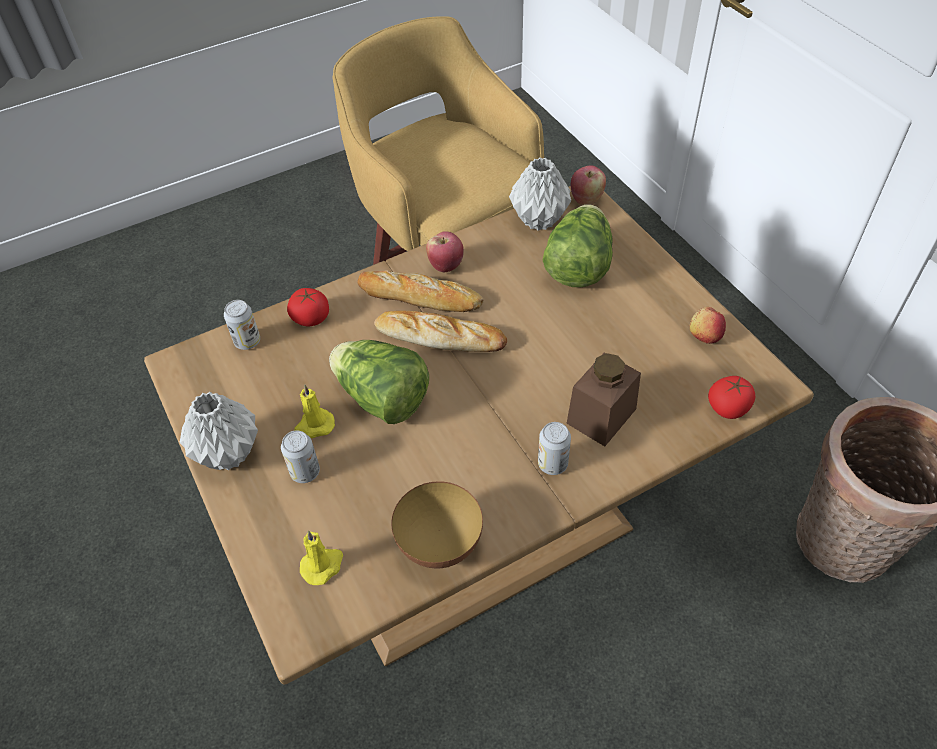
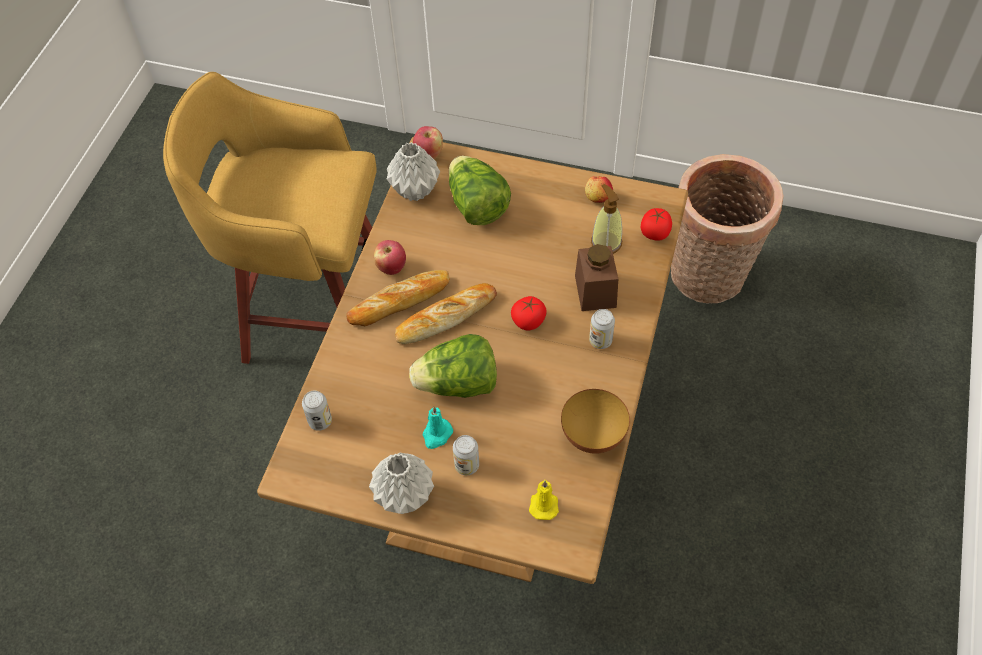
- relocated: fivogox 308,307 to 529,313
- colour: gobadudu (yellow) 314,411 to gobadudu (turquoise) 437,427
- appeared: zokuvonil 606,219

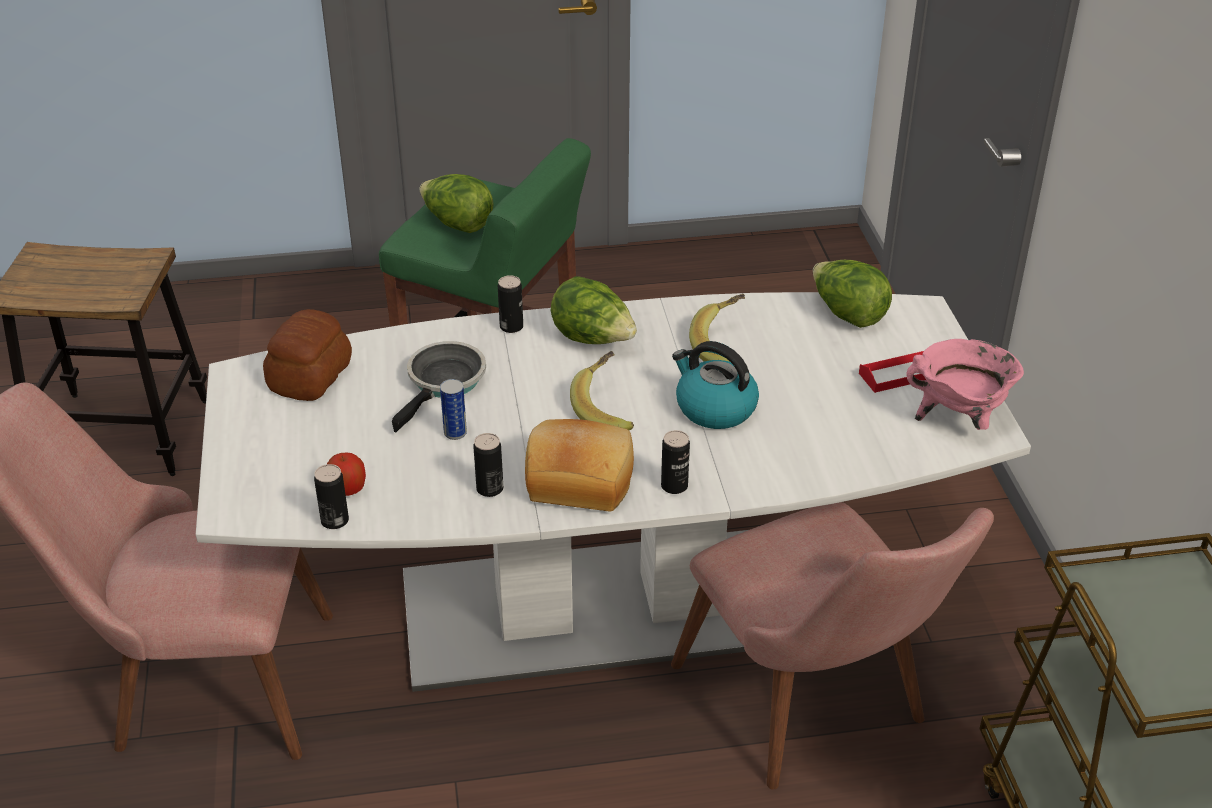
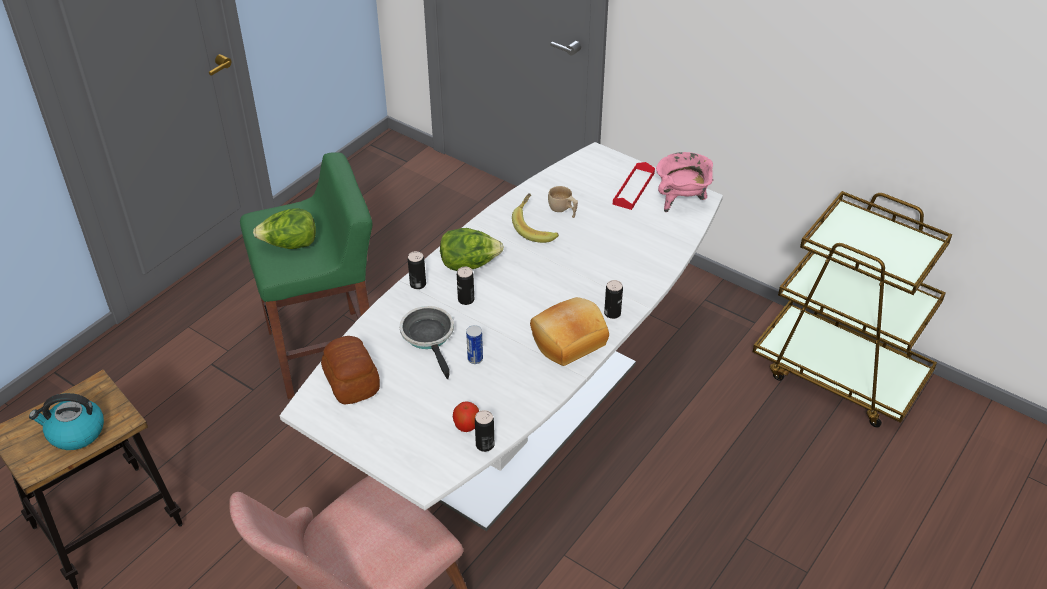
- missing: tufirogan 852,294
- relocated: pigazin 715,385 to 66,421
- missing: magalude 602,390
- relocated: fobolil 488,465 to 465,286
- missing: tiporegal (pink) 832,646
- appeared: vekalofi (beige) 563,202

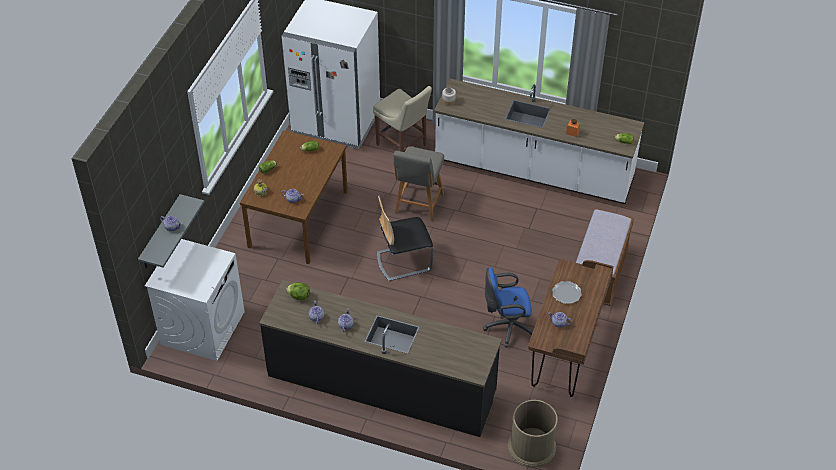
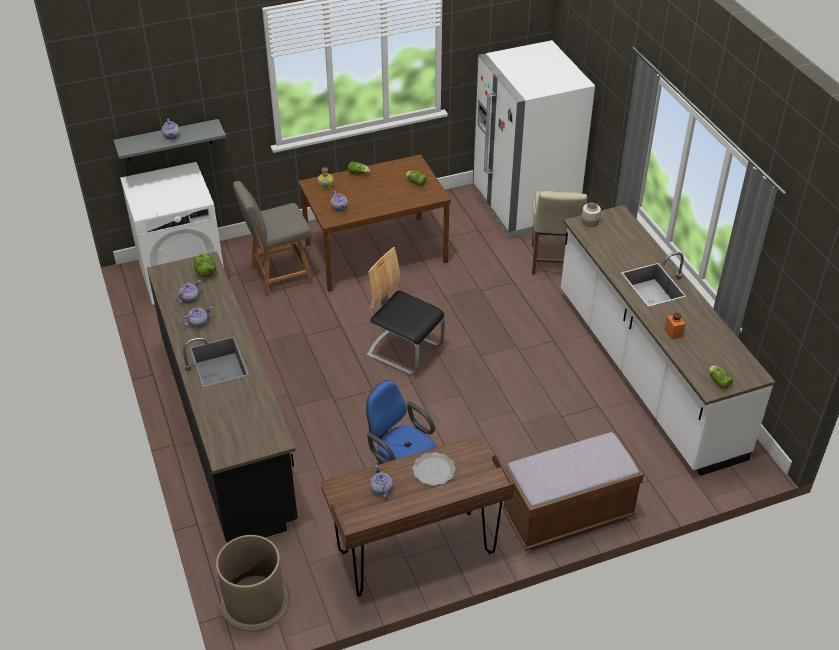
- relocated: tiporegal (grey) 418,183 to 273,238

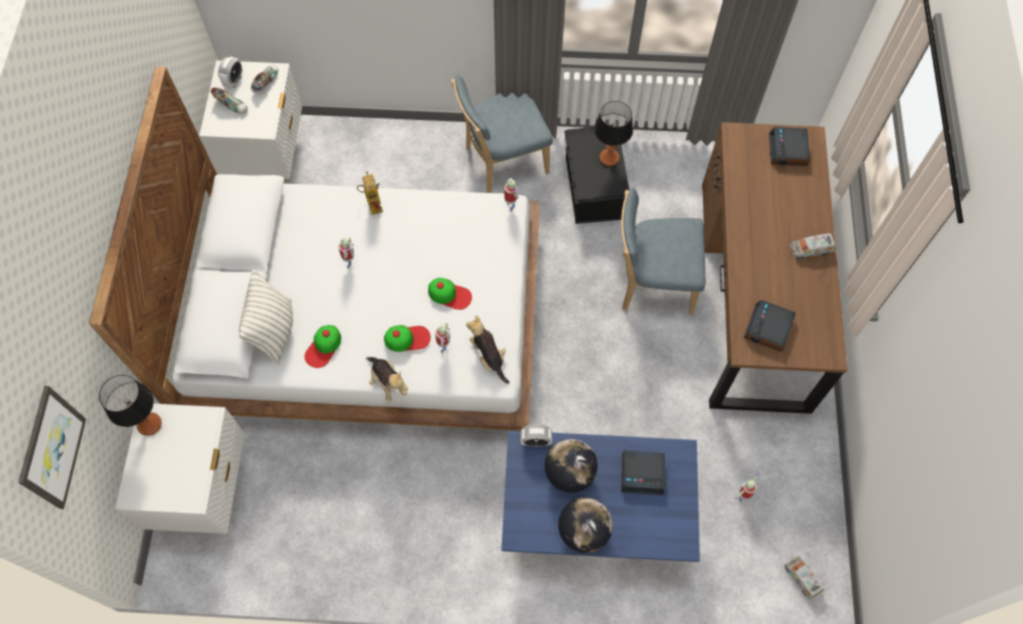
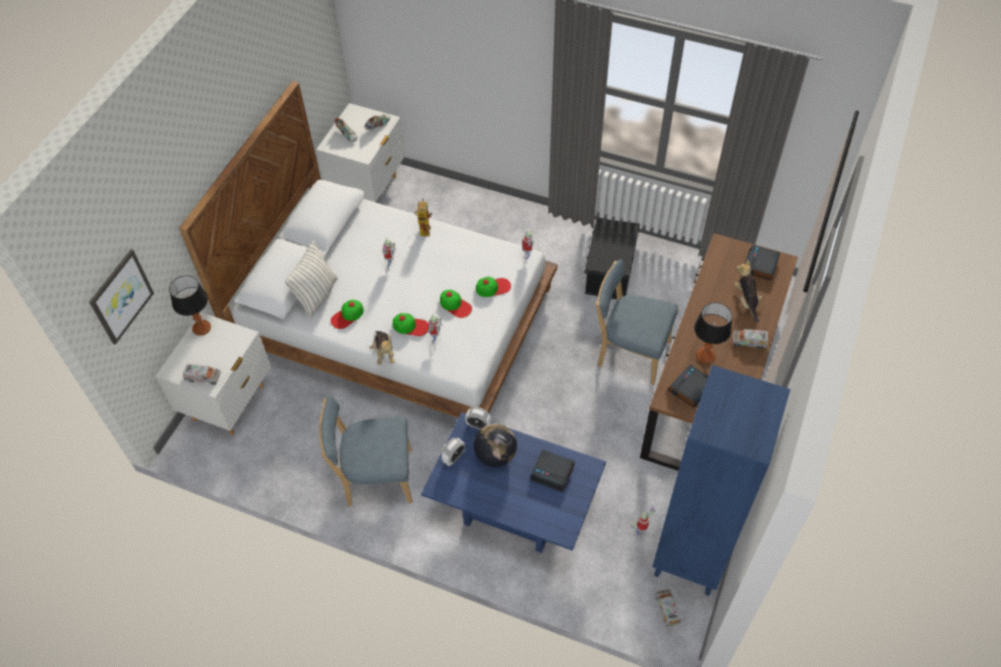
- relocated: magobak 230,72 to 453,452
- relocated: tiporegal (blue) 502,133 to 365,451
- relocated: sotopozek 613,133 to 713,333
- relocated: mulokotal 487,349 to 748,291
- missing: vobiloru 585,525
- appeared: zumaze 493,287
- appeared: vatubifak 201,374
- appeared: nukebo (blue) 721,480

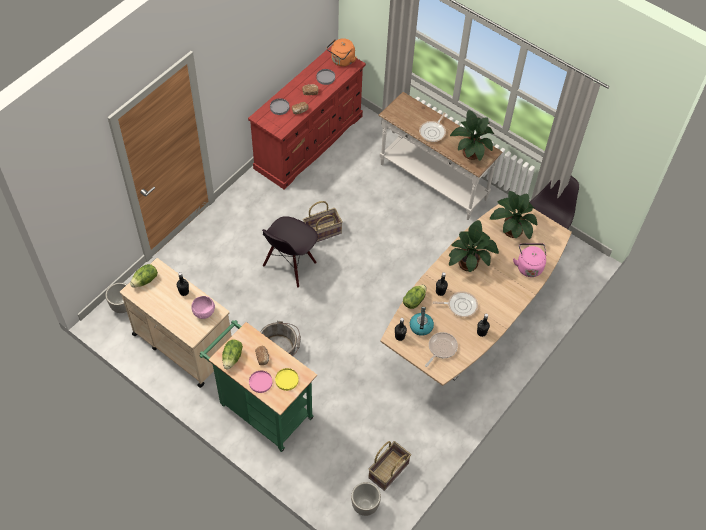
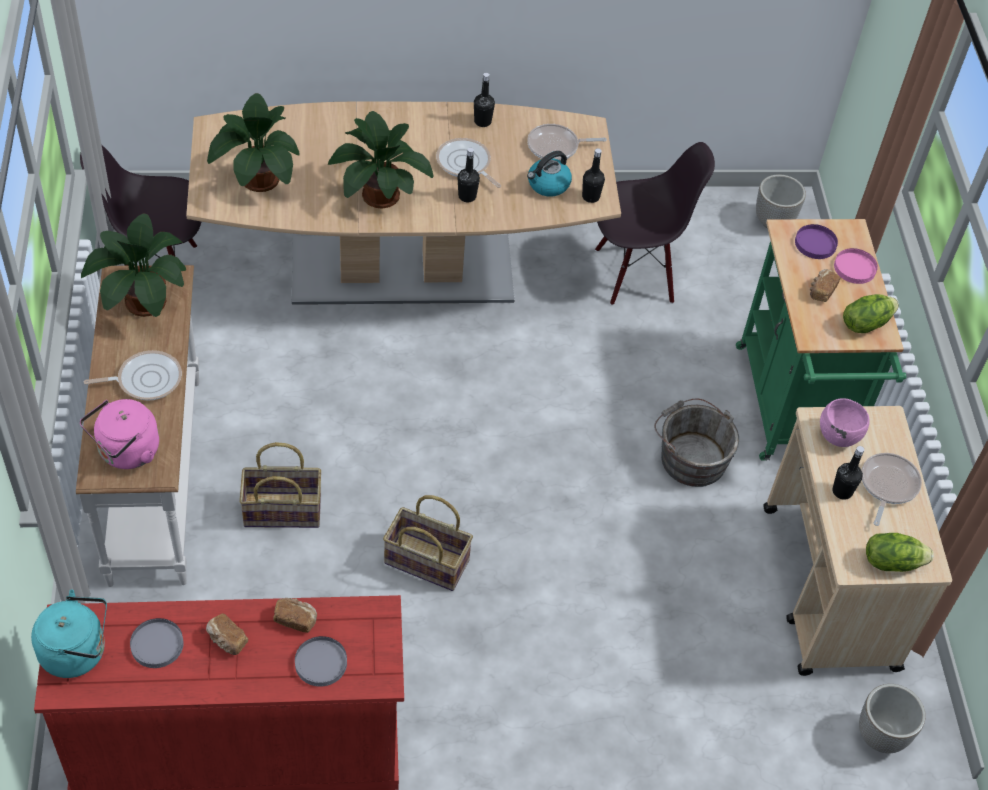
- colour: pigazin (orange) 341,52 to pigazin (turquoise) 69,633
- relocated: tiporegal (black) 290,252 to 655,223
- relocated: pigazin (pink) 529,260 to 119,434
- missing: tufirogan 414,297
- colour: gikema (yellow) 287,379 to gikema (purple) 816,241
- relocated: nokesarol 389,466 to 280,485
- appeared: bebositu 891,489

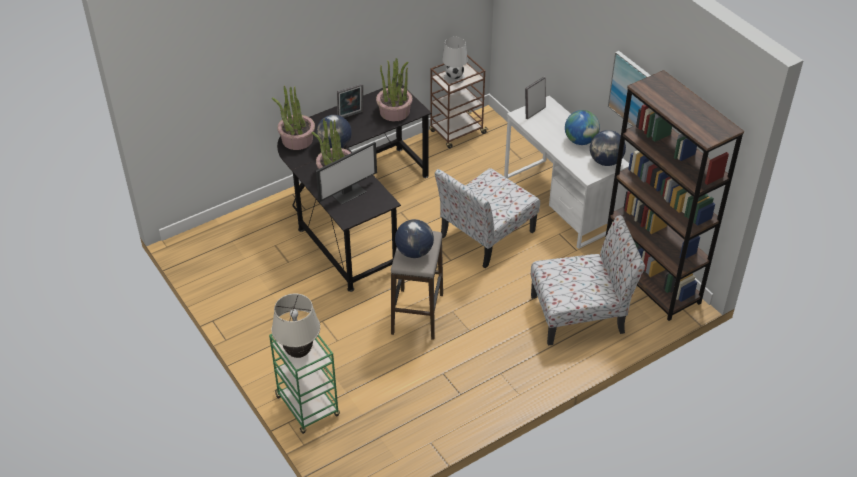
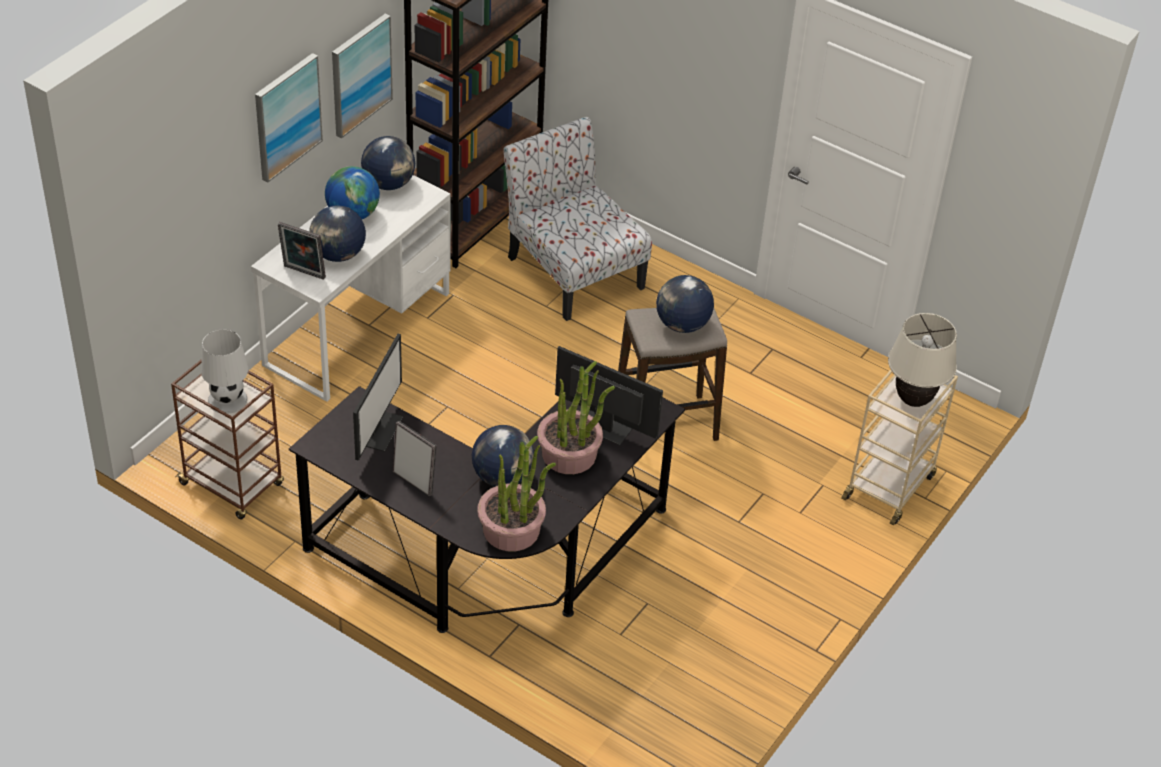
- exchanged: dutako 394,89 to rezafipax 378,397
- missing: tiporegal 487,218
- colour: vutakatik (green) 304,384 to vutakatik (beige) 899,447
- appeared: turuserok 289,118
- appeared: vobiloru 337,233

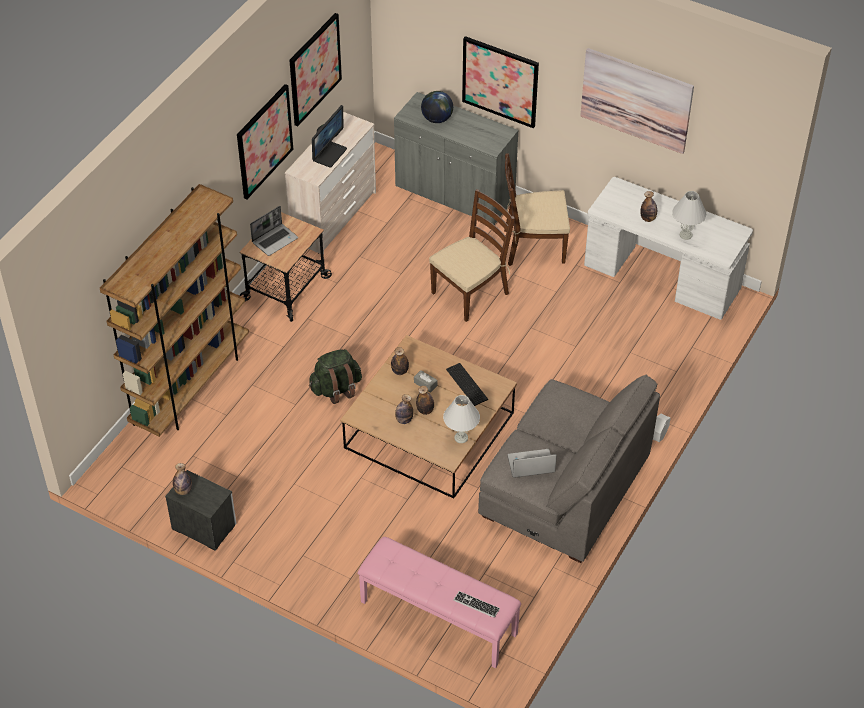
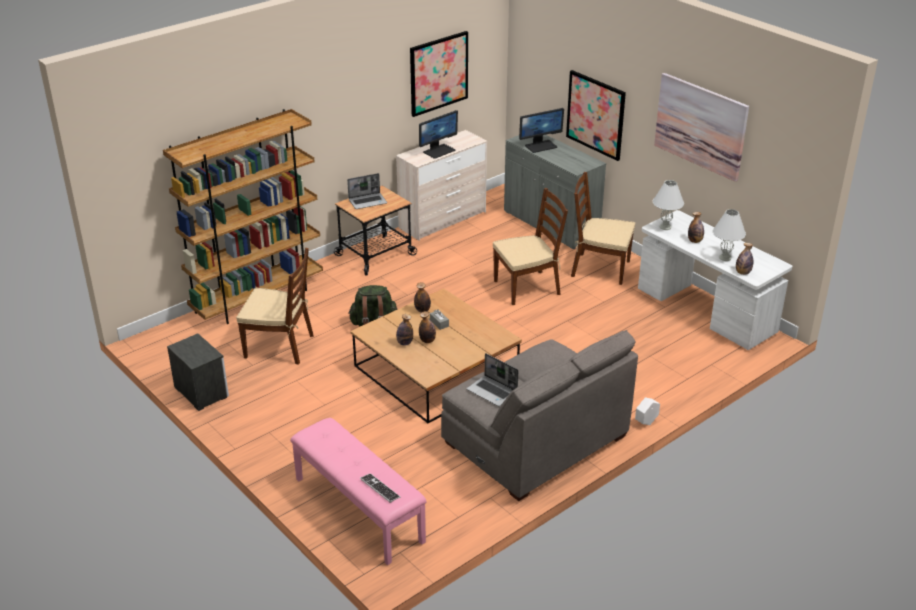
- missing: turuserok 265,141
- exchanged: vobiloru 437,107 to rezafipax 541,130
- missing: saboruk 467,384
- relocated: sotopozek (white) 461,419 to 668,205
- spun: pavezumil 532,463 = 492,379 150 degrees counterclockwise
- relocated: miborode 182,479 to 744,259
- appeared: tiporegal (brown) 275,306

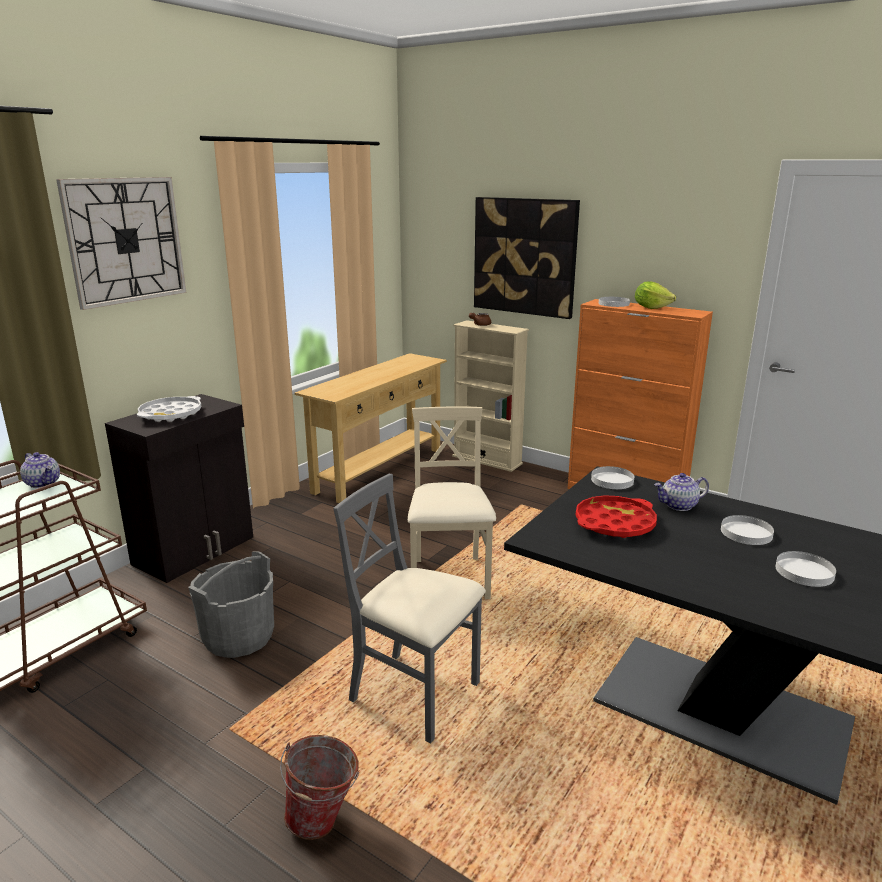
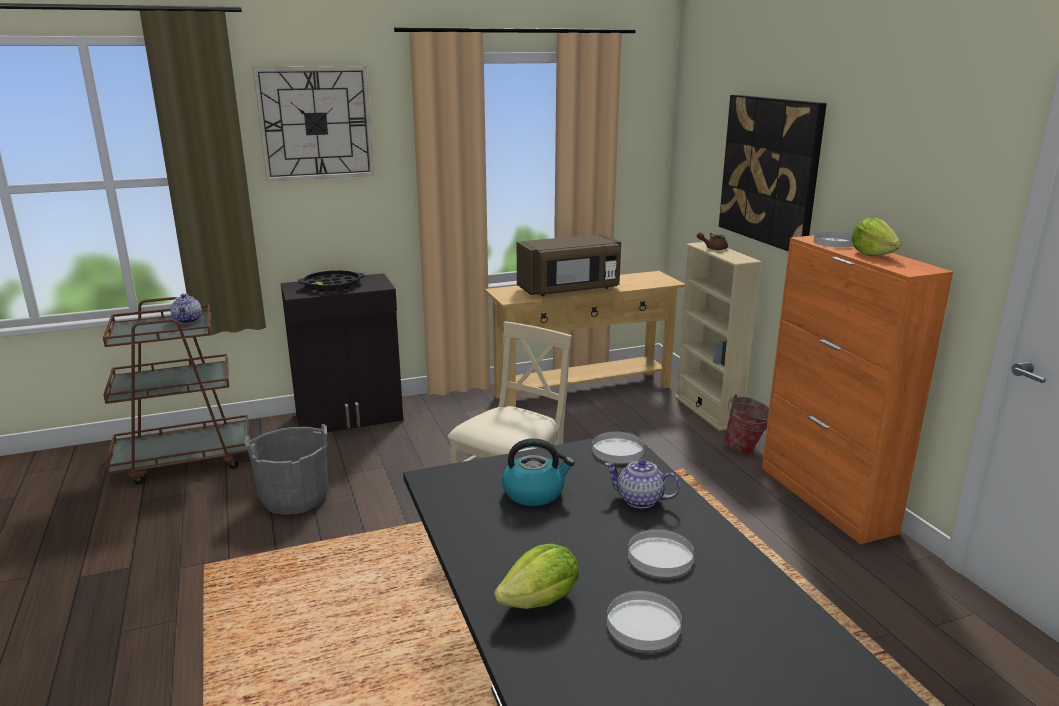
- colour: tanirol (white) 169,409 to tanirol (black) 331,281
- missing: tiporegal (grey) 409,608
- exchanged: tanirol (red) 616,516 to pigazin 538,472
- relocated: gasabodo 320,787 to 746,423
- appeared: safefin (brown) 569,265
- appeared: tufirogan 536,576

